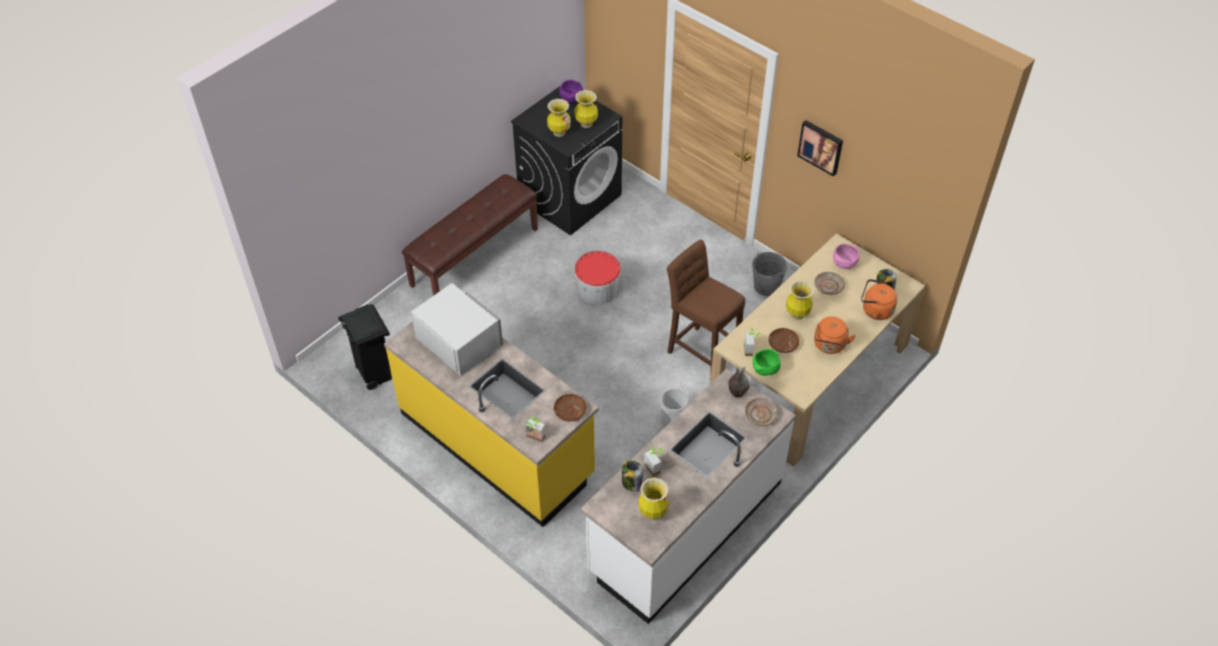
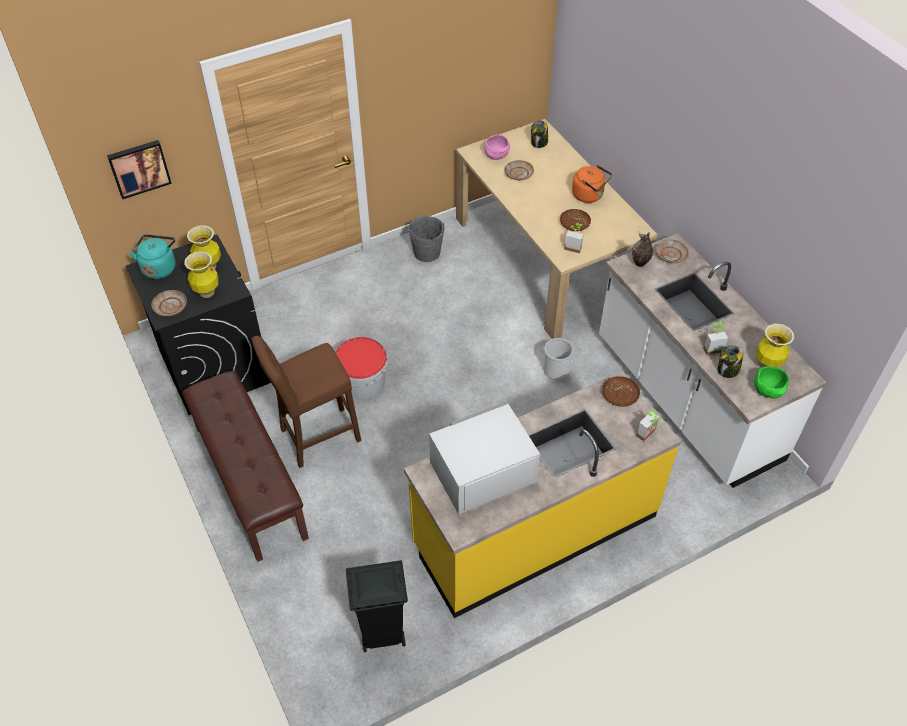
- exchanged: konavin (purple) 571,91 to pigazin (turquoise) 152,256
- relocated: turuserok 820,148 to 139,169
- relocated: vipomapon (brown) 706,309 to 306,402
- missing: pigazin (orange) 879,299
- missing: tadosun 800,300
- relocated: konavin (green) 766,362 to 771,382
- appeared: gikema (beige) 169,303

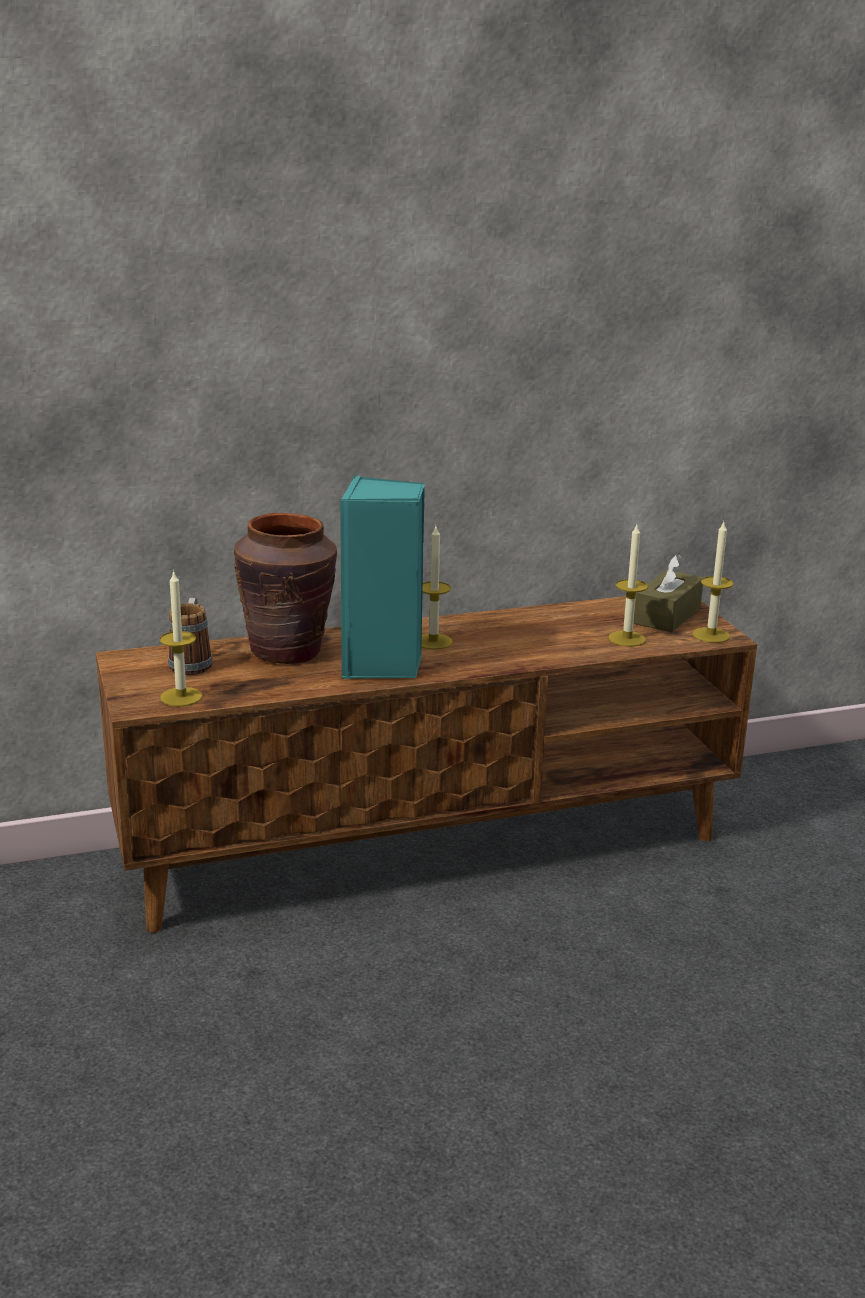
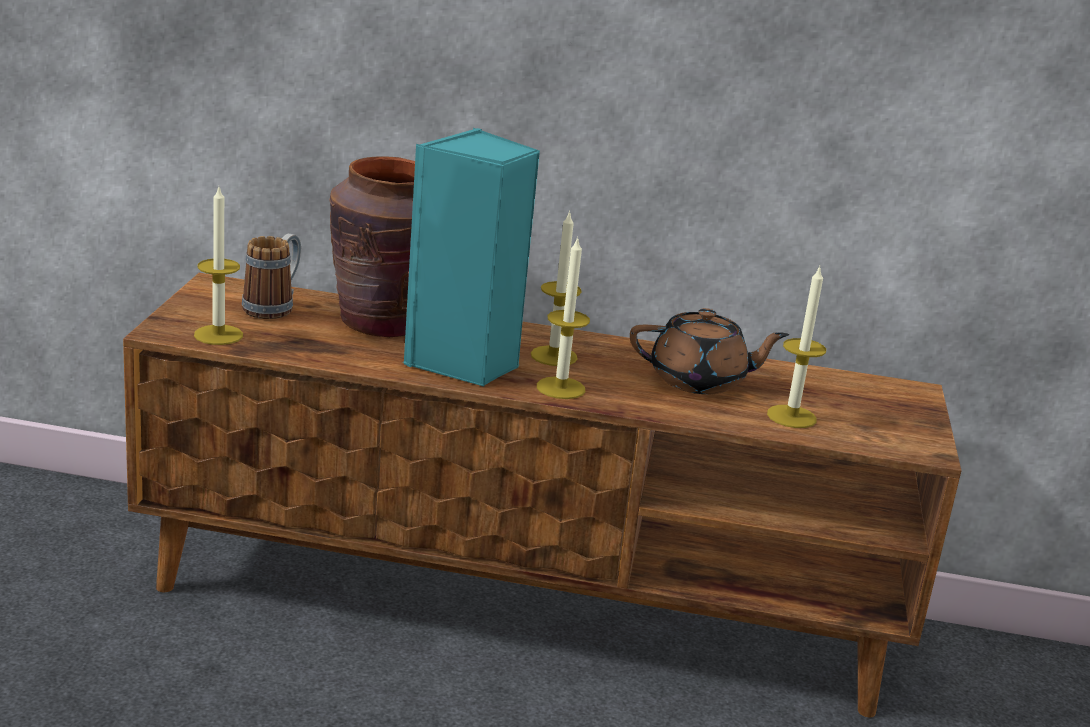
- relocated: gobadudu 712,582 to 563,317
- missing: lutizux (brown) 668,593
- appeared: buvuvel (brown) 709,351

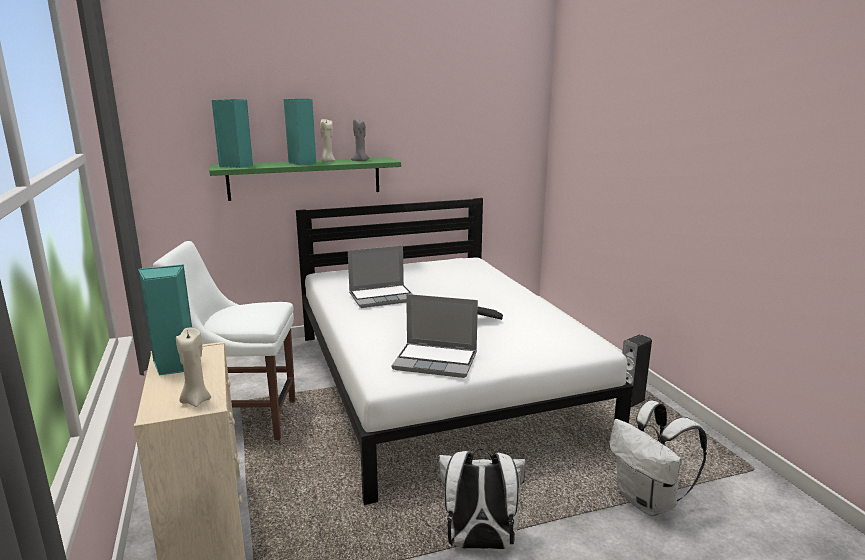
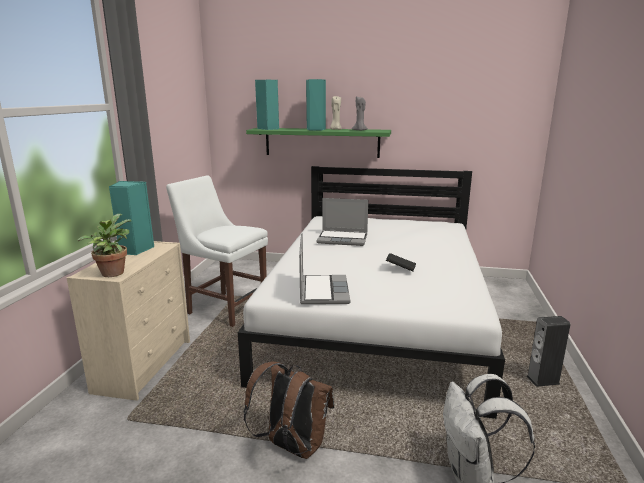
- spun: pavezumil 435,336 = 324,269 135 degrees counterclockwise
- exchanged: gobadudu (beige) 193,367 to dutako 104,245
- colour: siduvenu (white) 482,499 to siduvenu (brown) 288,410

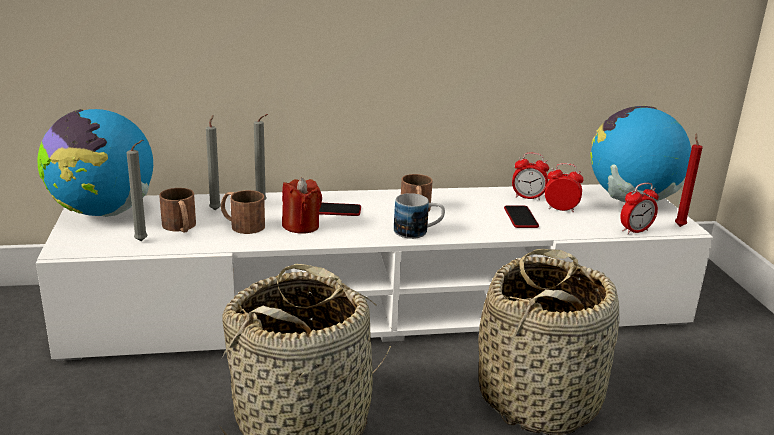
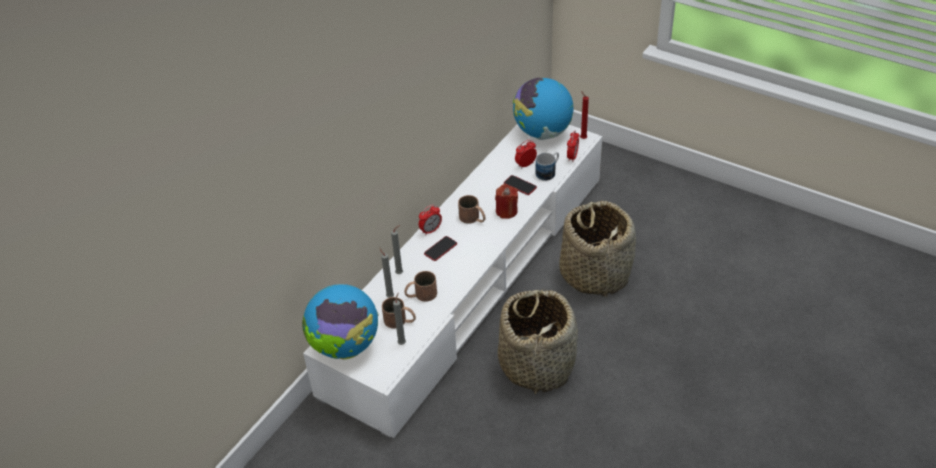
- relocated: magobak 530,176 to 430,220
- relocated: gobadudu (red) 302,206 to 506,201
- relocated: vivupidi 419,216 to 547,166

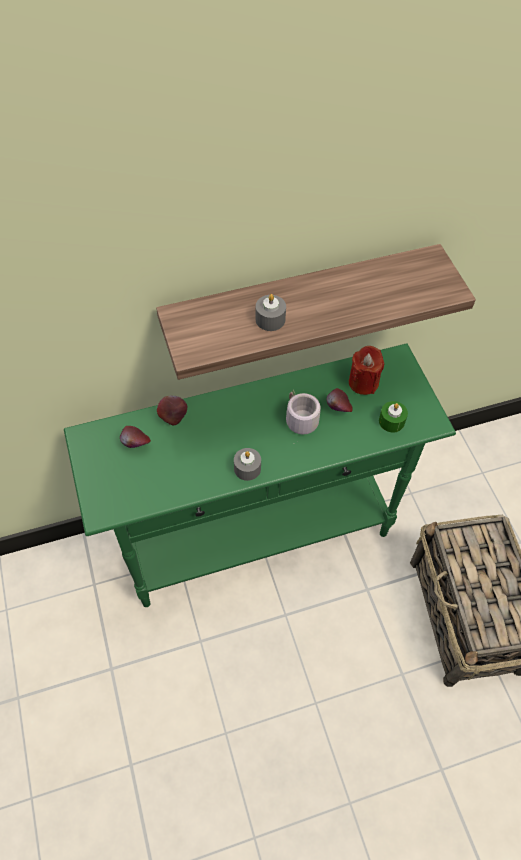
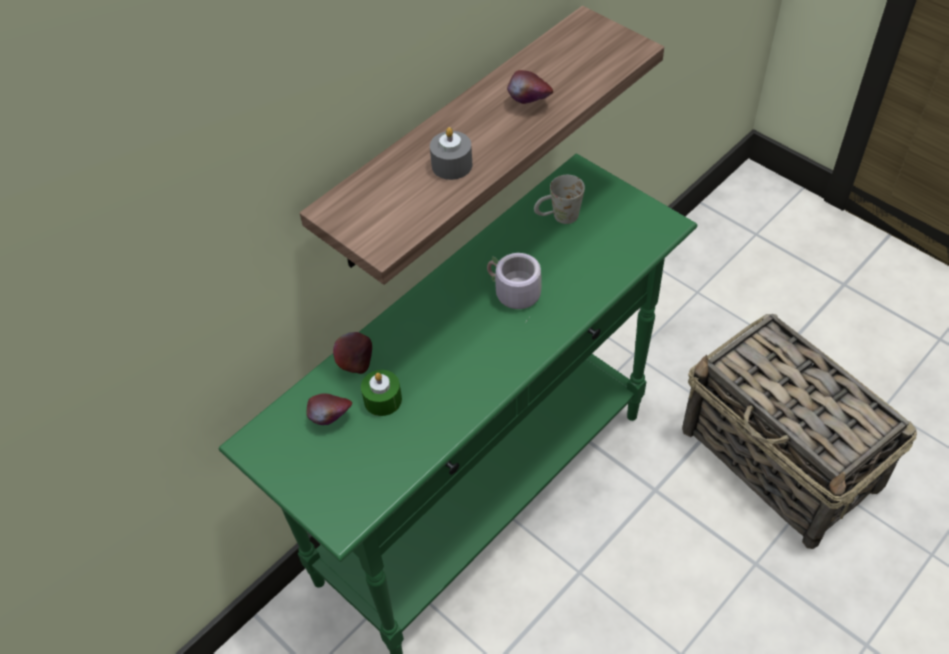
- exchanged: gobadudu (red) 366,370 to vivupidi (white) 559,199
- relocated: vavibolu 339,400 to 530,87
- relocated: gobadudu (green) 393,416 to 381,393
- missing: gobadudu (grey) 247,464

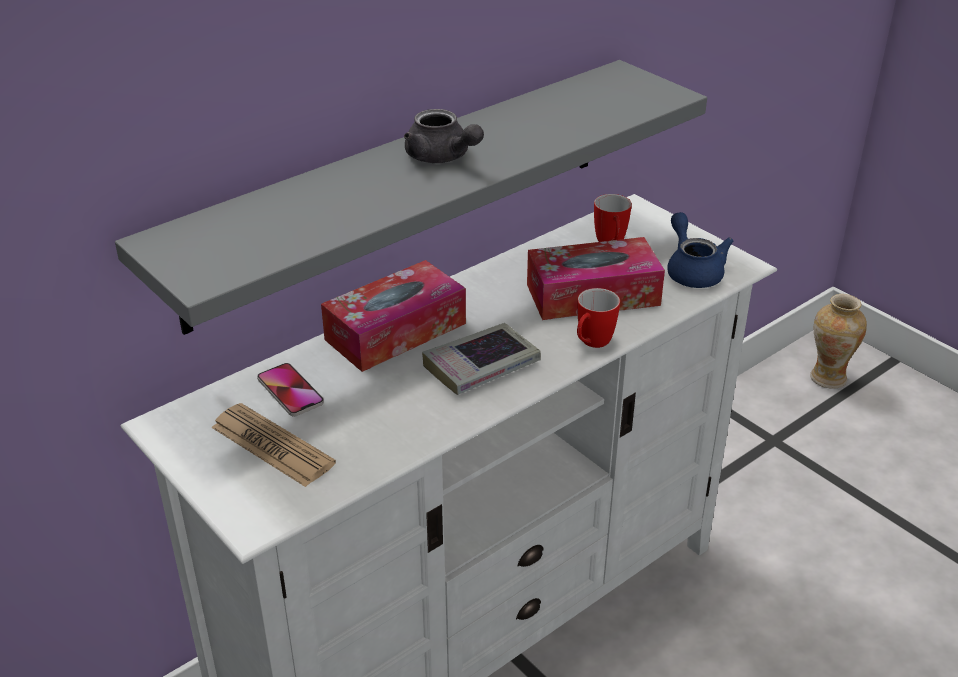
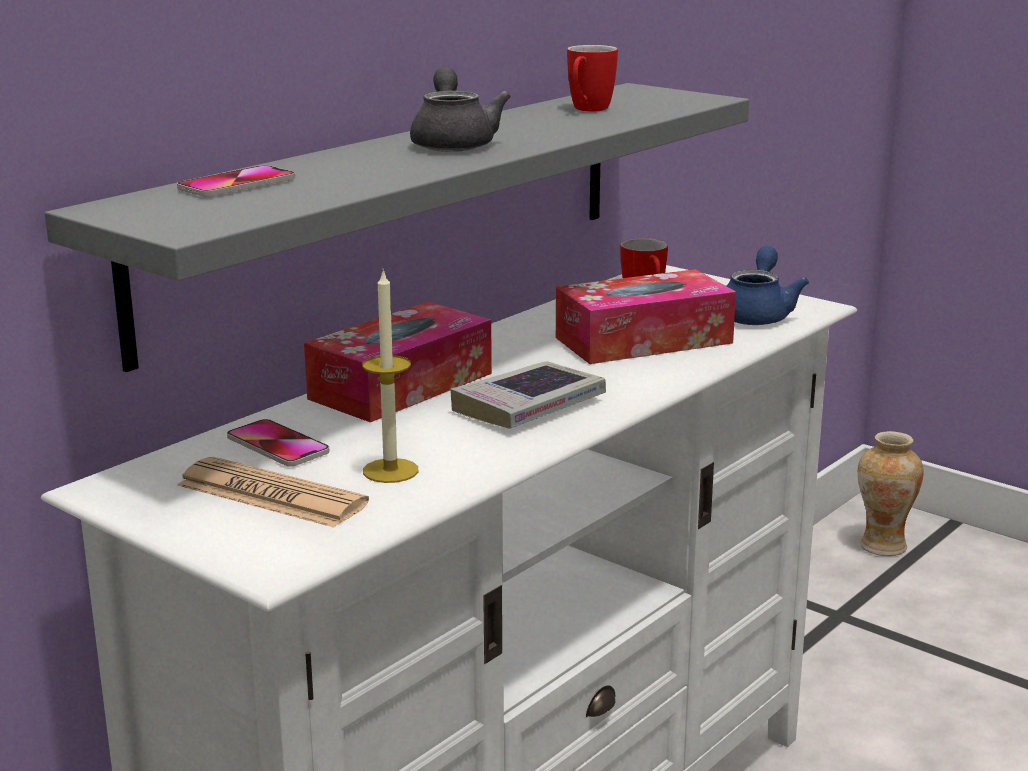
- spun: buvuvel (grey) 444,136 = 460,109 135 degrees counterclockwise
- spun: buvuvel (blue) 700,250 = 767,285 45 degrees clockwise
- relocated: vivupidi 598,318 to 592,78
- appeared: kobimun 236,180
- appeared: gobadudu 390,376

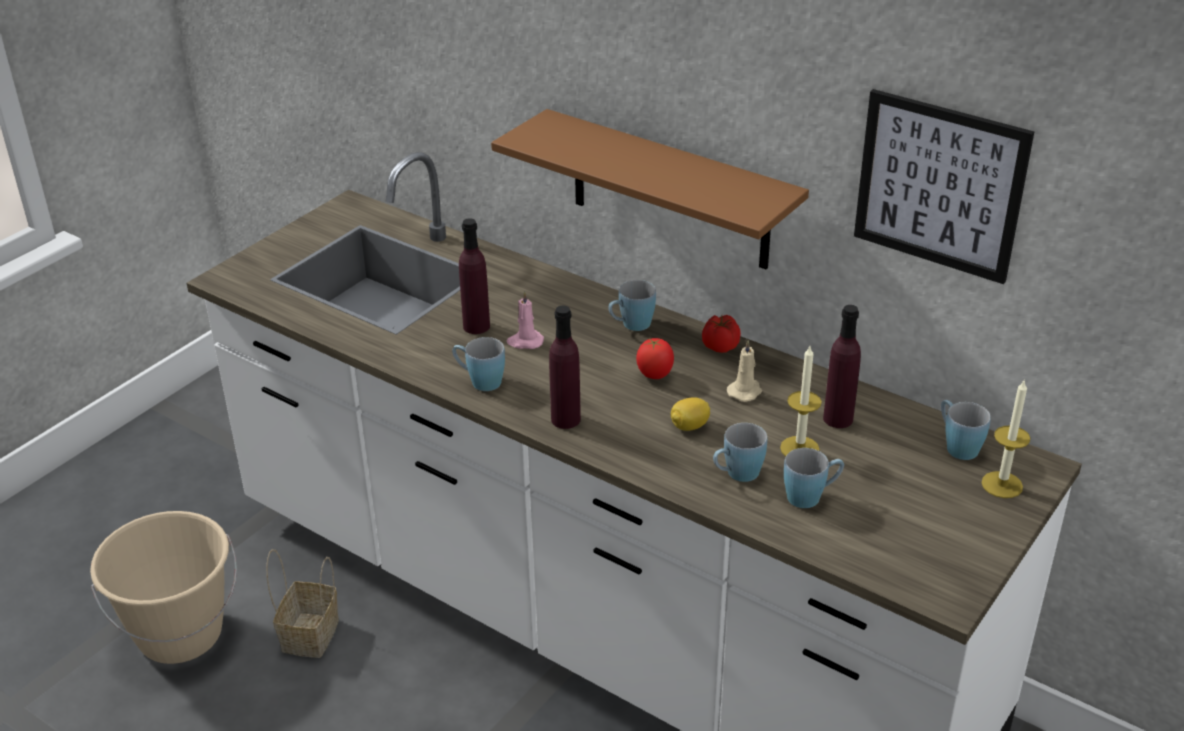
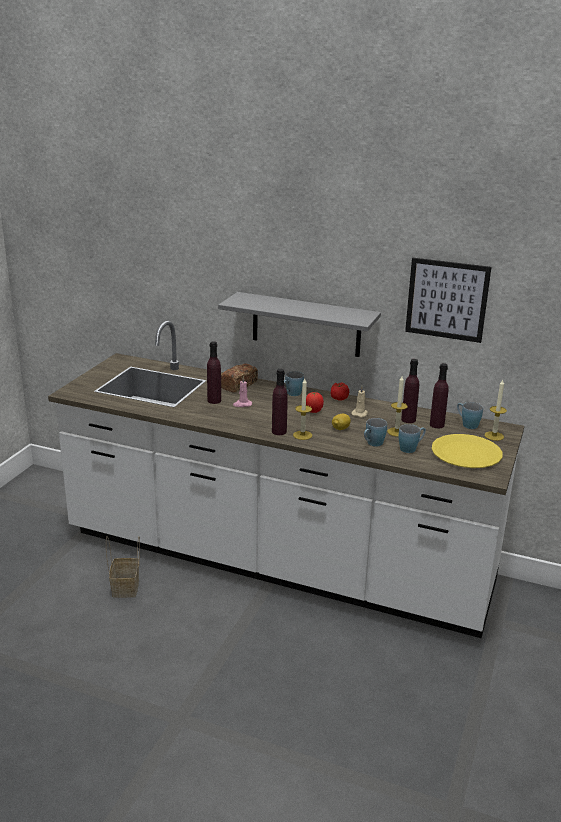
- colour: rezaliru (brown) 650,189 to rezaliru (grey) 299,324
- missing: vivupidi (blue) 478,364
- missing: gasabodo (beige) 163,587
- appeared: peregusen 239,378
- appeared: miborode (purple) 439,395
- appeared: gobadudu 302,409
- appeared: gikema (yellow) 467,451

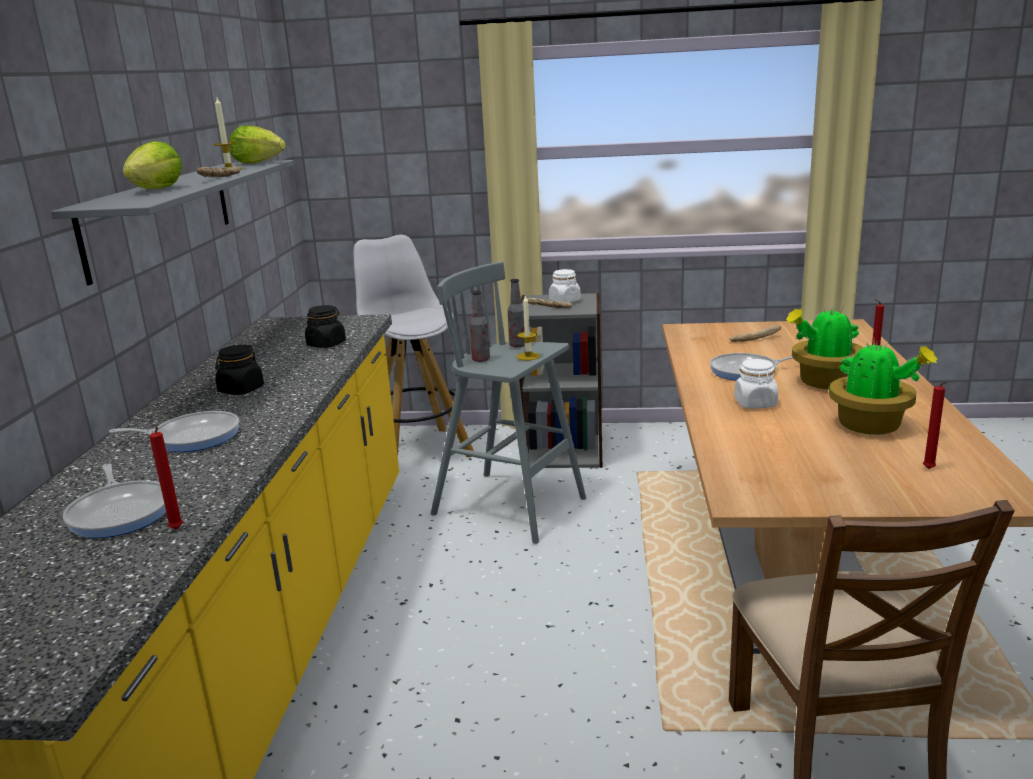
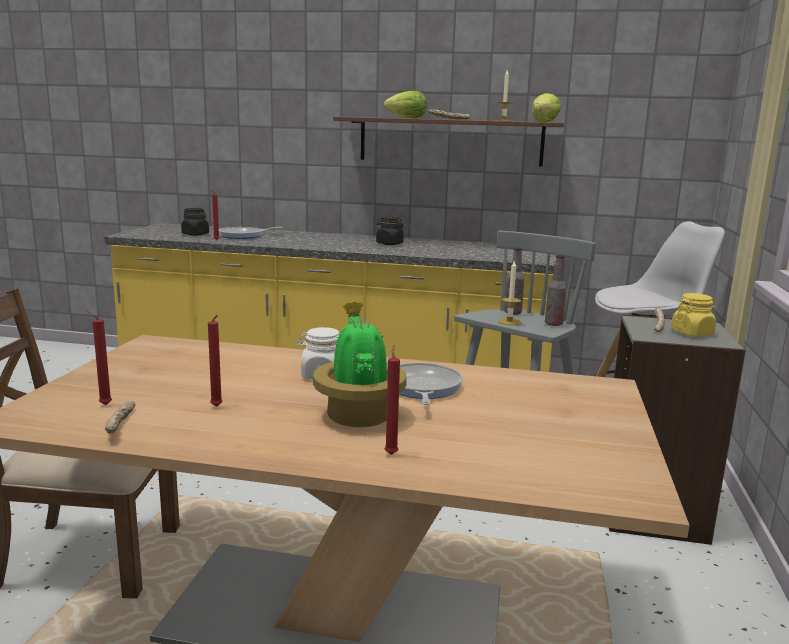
- colour: rezaliru (grey) 172,222 to rezaliru (brown) 448,142
- colour: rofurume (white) 565,286 to rofurume (yellow) 693,315
- relocated: rofurume (black) 325,326 to 195,221
- relocated: peregusen 755,333 to 120,417
- exchanged: dutako 883,387 to gobadudu (red) 215,361
- missing: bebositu 174,431

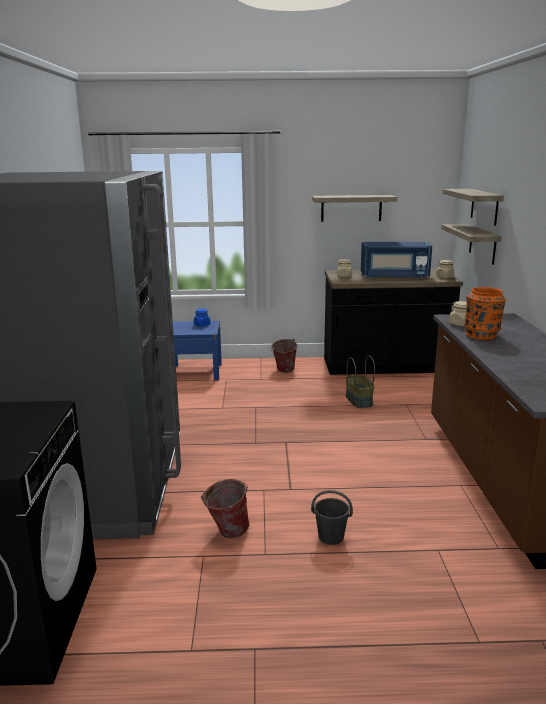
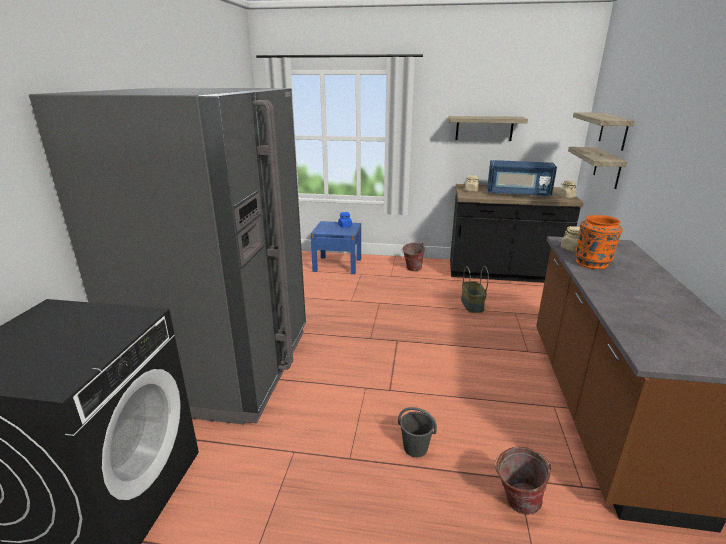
- relocated: gasabodo 225,508 to 522,481

